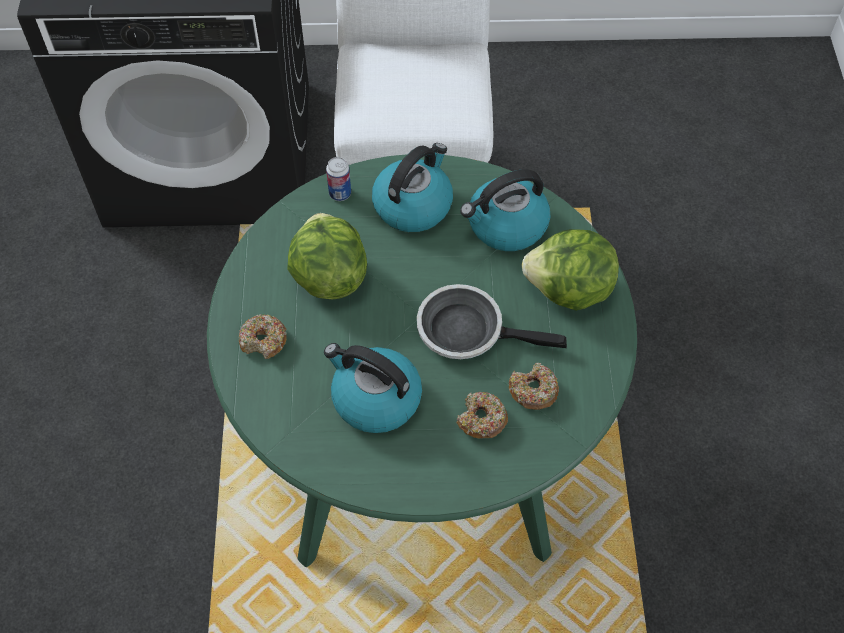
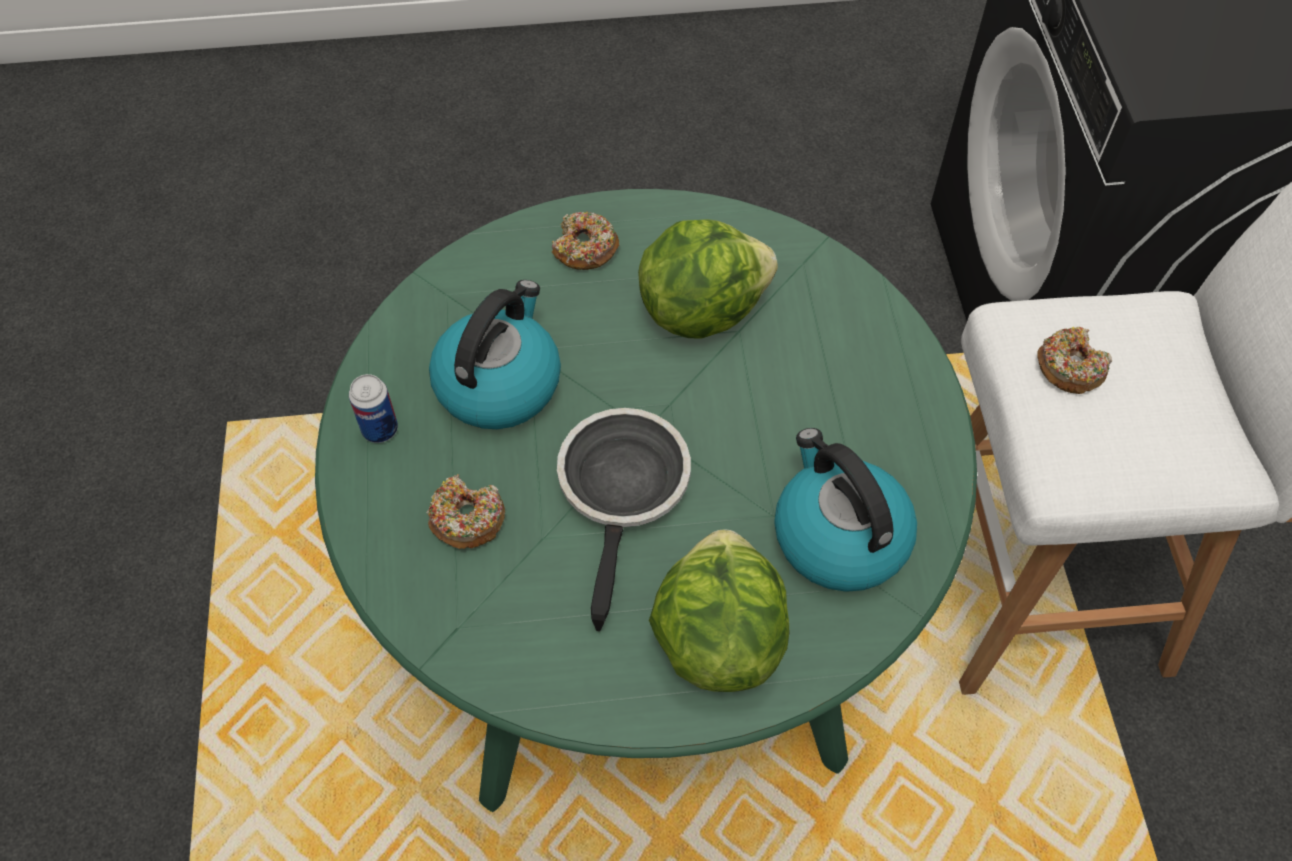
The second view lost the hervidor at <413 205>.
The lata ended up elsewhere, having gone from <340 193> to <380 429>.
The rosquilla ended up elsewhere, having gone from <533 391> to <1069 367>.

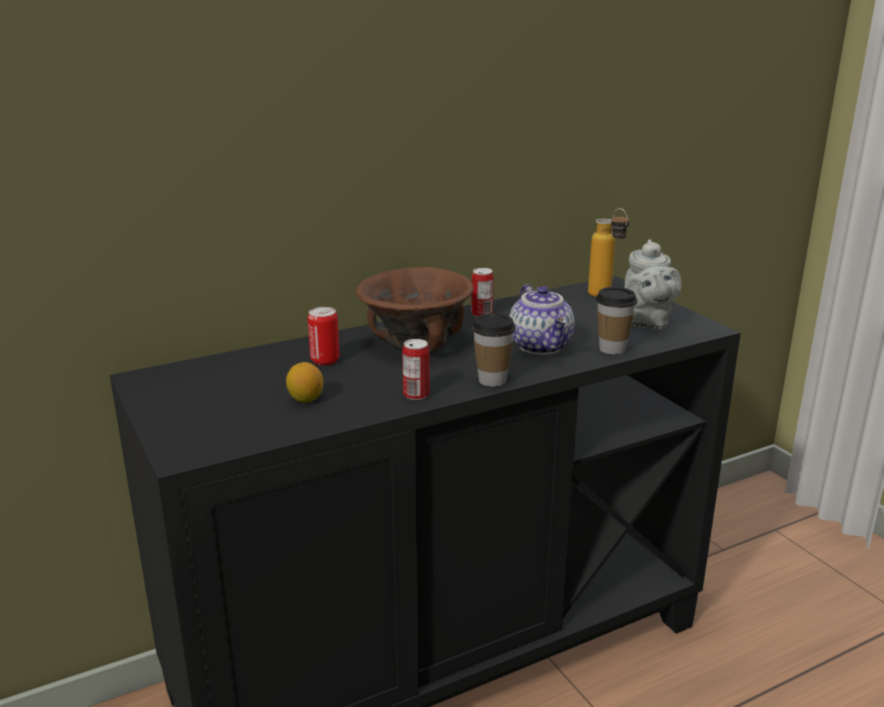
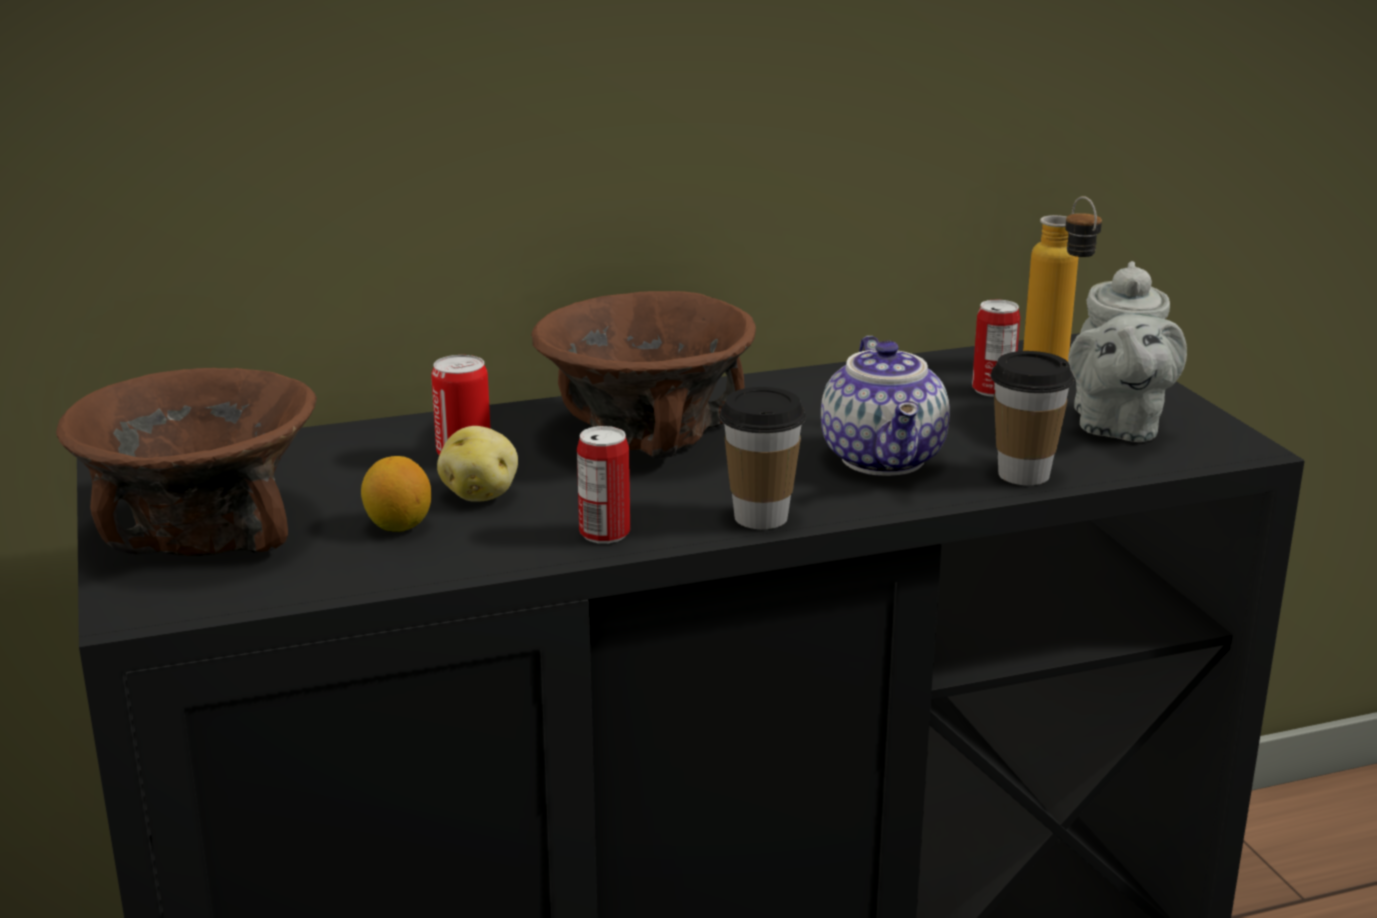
The lata ended up elsewhere, having gone from <482 314> to <993 390>.
The second view gained the cuenco [marrón] at <206 532>.
The second view gained the patata at <480 494>.

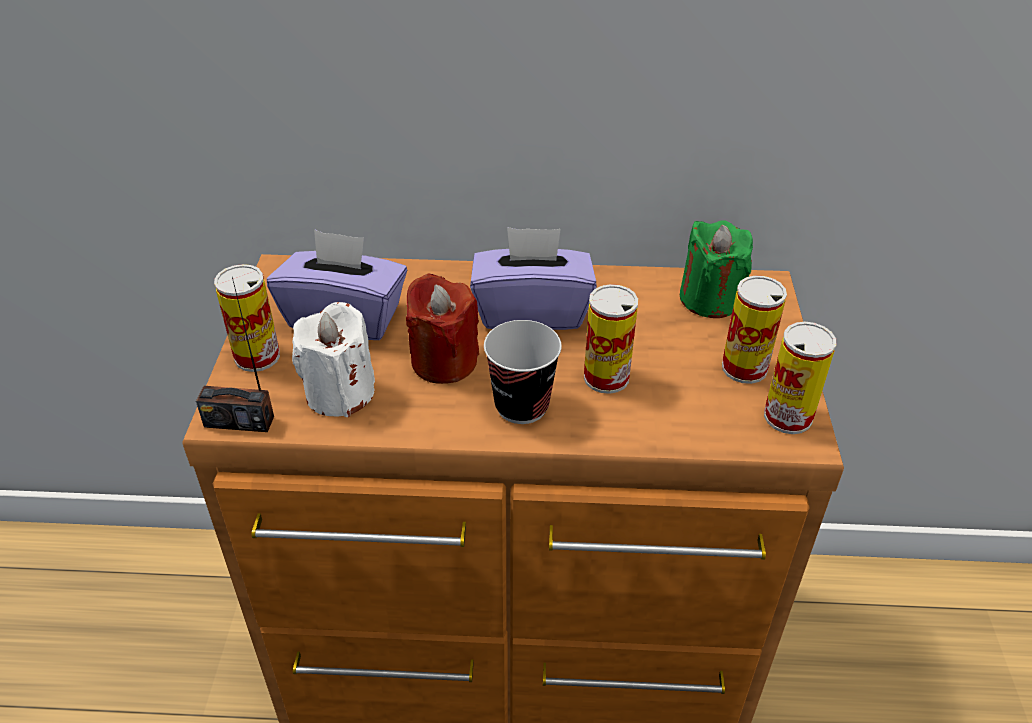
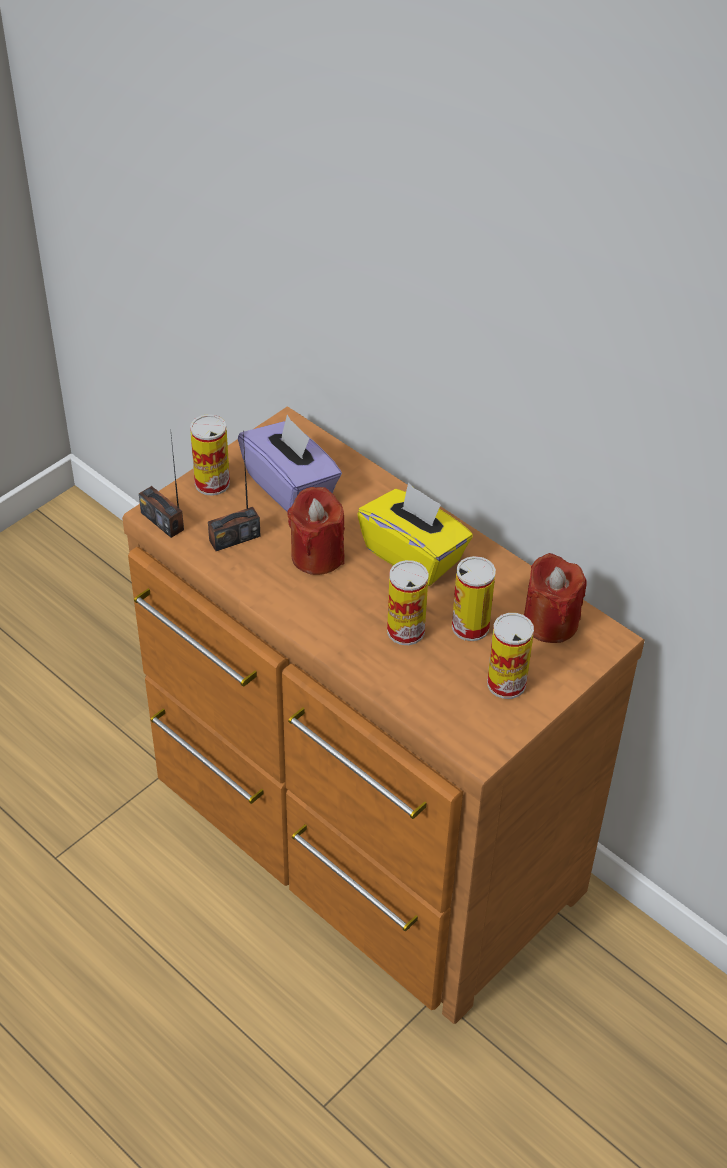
What was the vela [verde] at <710 299> turned into the vela [rojo] at <550 622>.
What was the caja de pañuelos [morado] at <531 311> turned into the caja de pañuelos [amarillo] at <414 555>.
Where the vela [blanco] stood at <340 393>, the radio came to stand at <234 538>.
The second view lost the taza at <521 406>.
The lata ended up elsewhere, having gone from <788 416> to <470 627>.

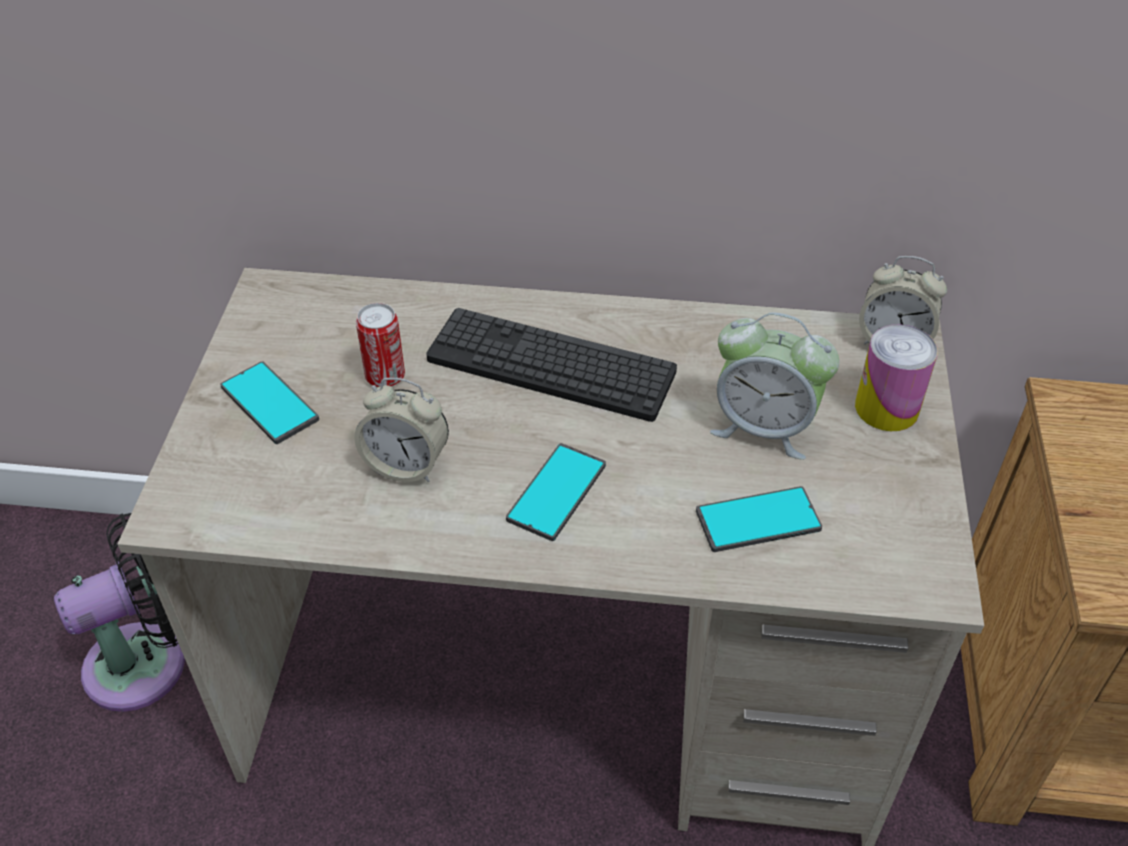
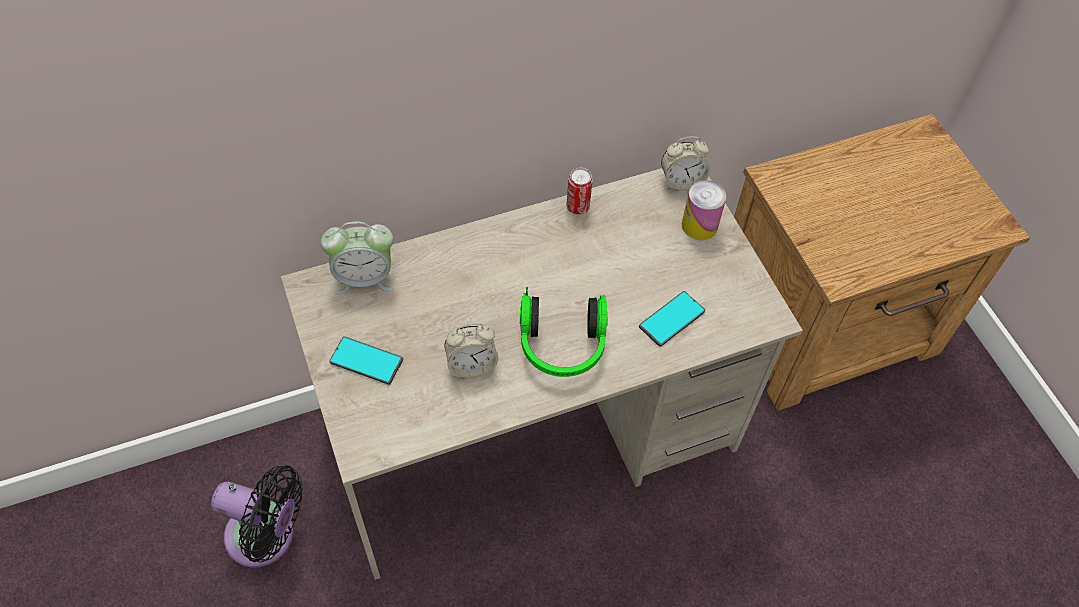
The lata ended up elsewhere, having gone from <385 376> to <577 207>.
The second view lost the teclado at <551 365>.
The despertador ended up elsewhere, having gone from <763 427> to <364 278>.
Where the móvil stood at <556 492>, the auriculares came to stand at <562 347>.
The ventilador [negro] at <146 662> ended up facing another way, 75 degrees clockwise from before.

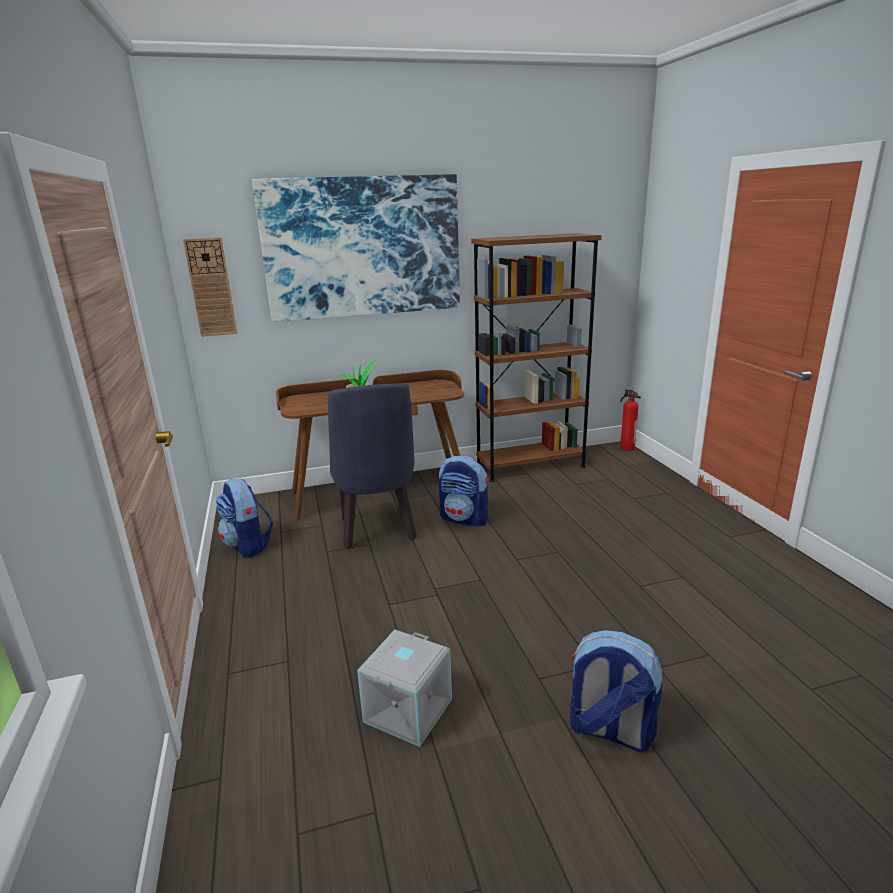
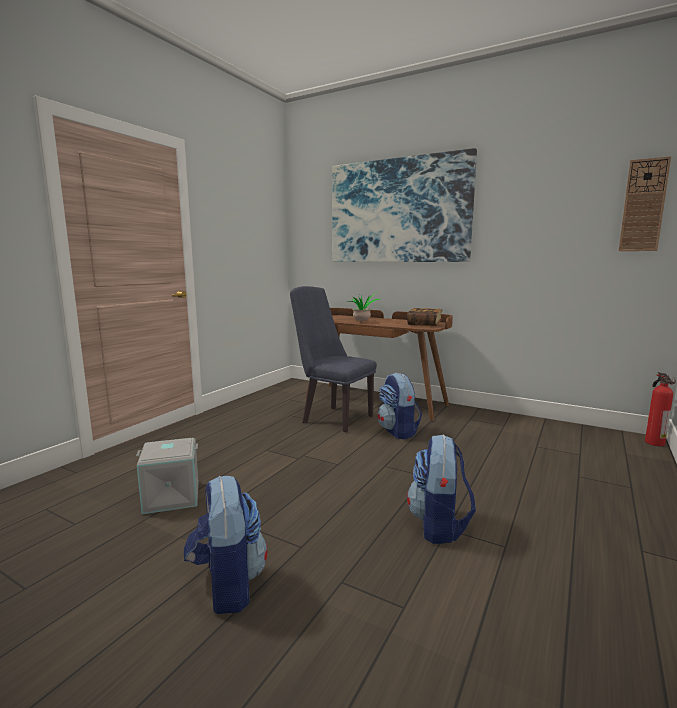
The second view lost the estantería [marrón] at <530 466>.
The reloj de pared ended up elsewhere, having gone from <211 287> to <643 205>.
The silla [azul] at <378 532> ended up facing another way, 90 degrees clockwise from before.
The mochila ended up elsewhere, having gone from <248 545> to <439 525>.
The second view gained the libro at <424 324>.

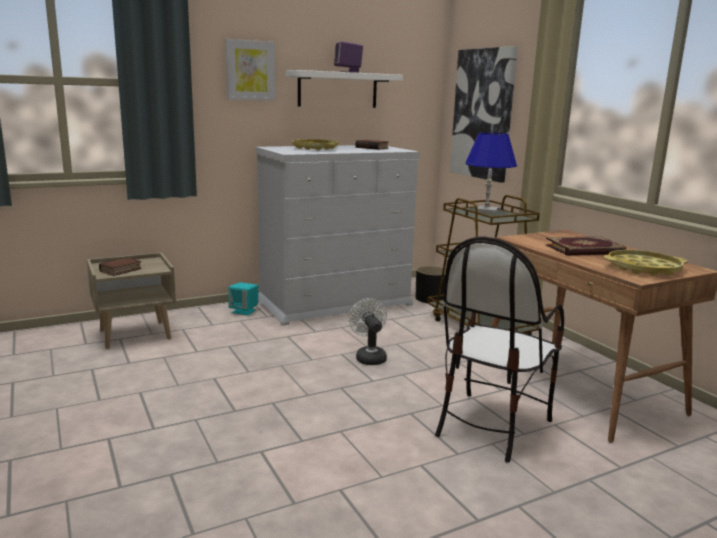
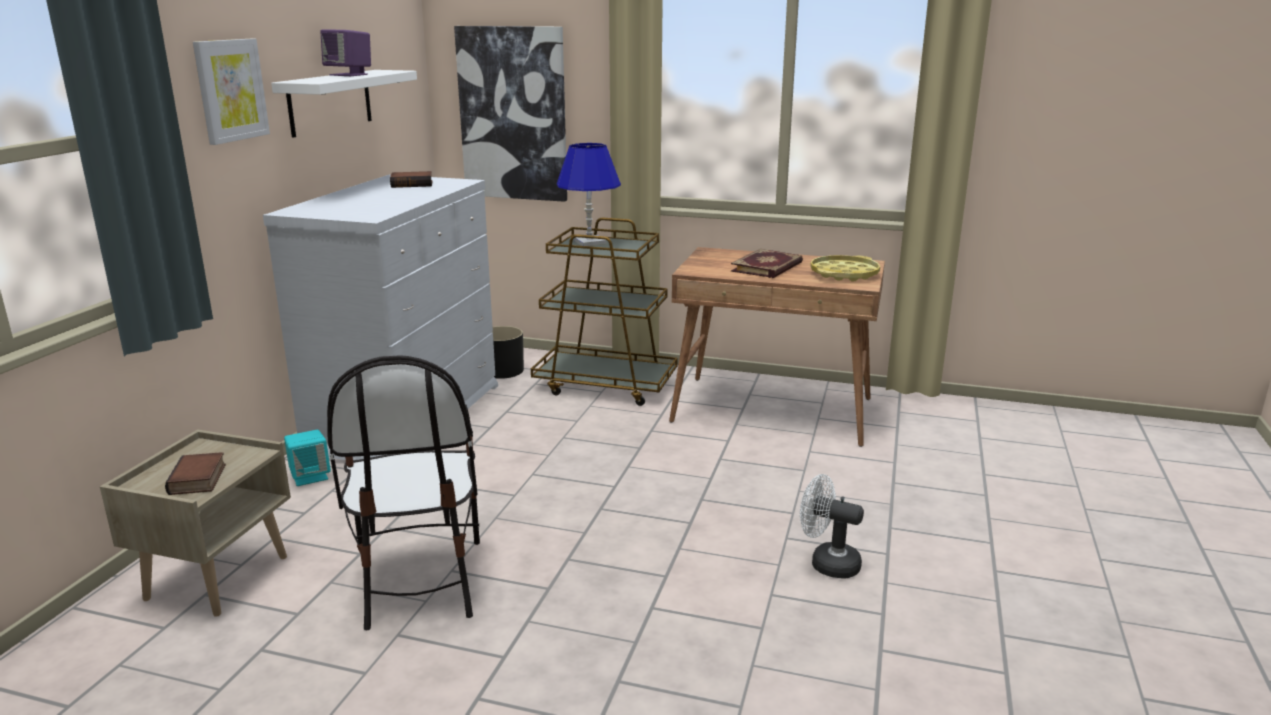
The second view lost the bandeja [amarillo] at <315 148>.
The silla ended up elsewhere, having gone from <490 425> to <418 582>.
The ventilador [blanco] ended up elsewhere, having gone from <369 357> to <827 563>.

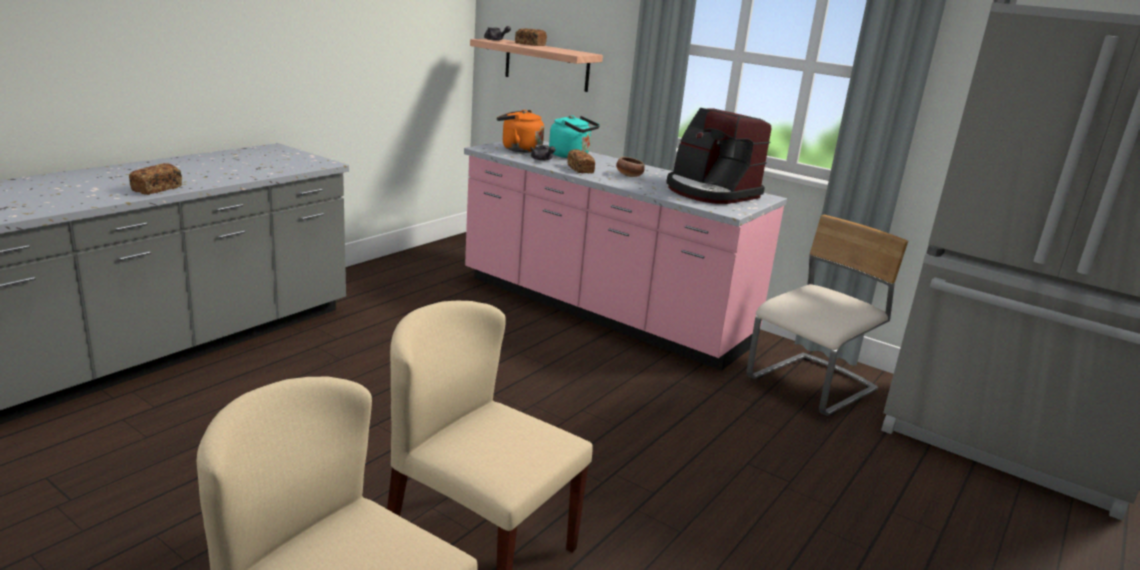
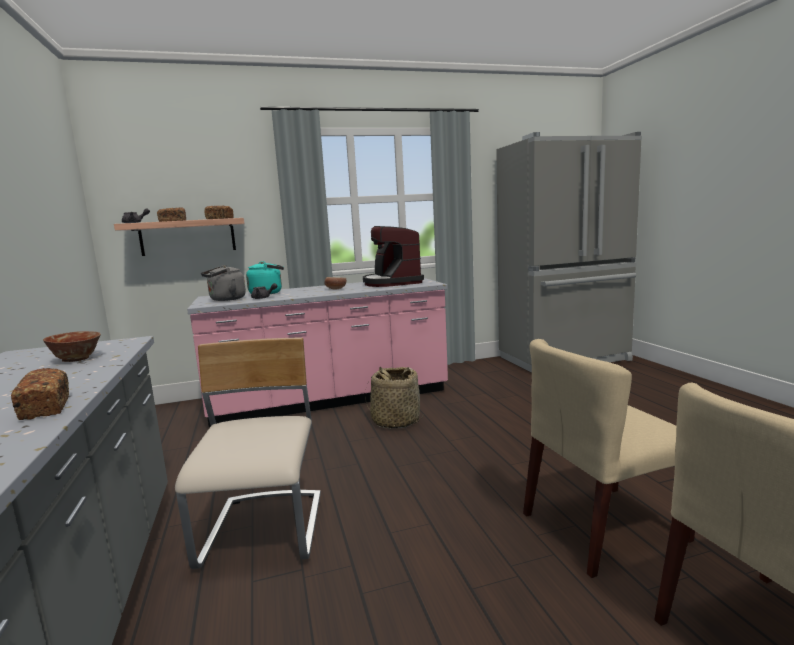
The cafetera at <710 192> ended up facing another way, 75 degrees clockwise from before.
What was the hervidor [naranja] at <519 149> turned into the hervidor [gris] at <225 299>.
The pan ended up elsewhere, having gone from <580 169> to <219 218>.
The silla [beis] ended up elsewhere, having gone from <812 386> to <265 531>.
The second view gained the cuenco at <76 359>.
The second view gained the cesta at <395 421>.

